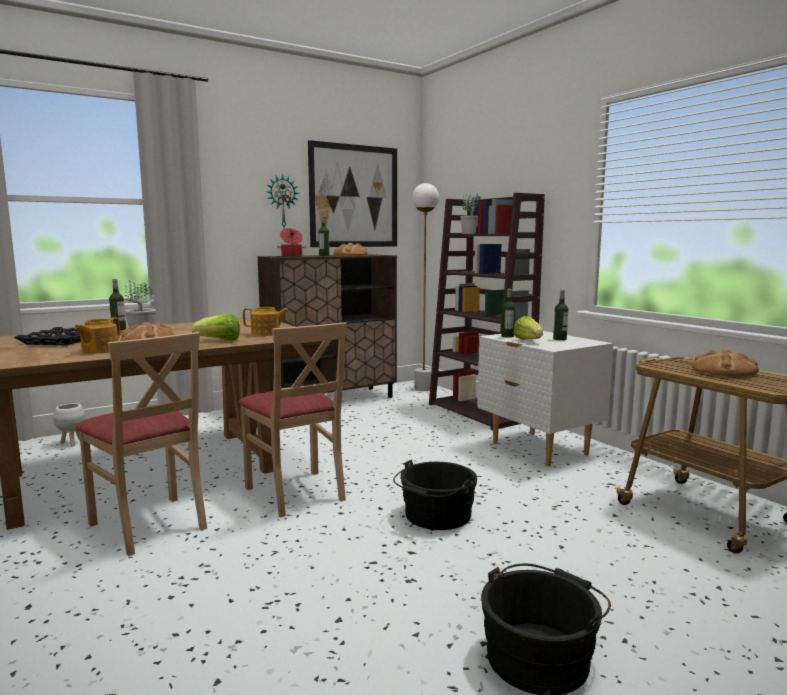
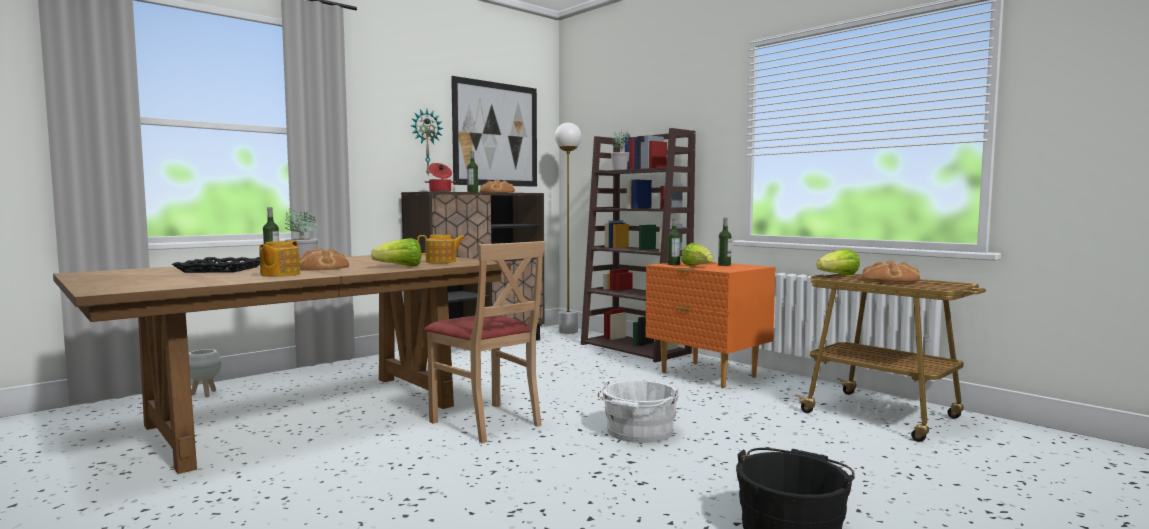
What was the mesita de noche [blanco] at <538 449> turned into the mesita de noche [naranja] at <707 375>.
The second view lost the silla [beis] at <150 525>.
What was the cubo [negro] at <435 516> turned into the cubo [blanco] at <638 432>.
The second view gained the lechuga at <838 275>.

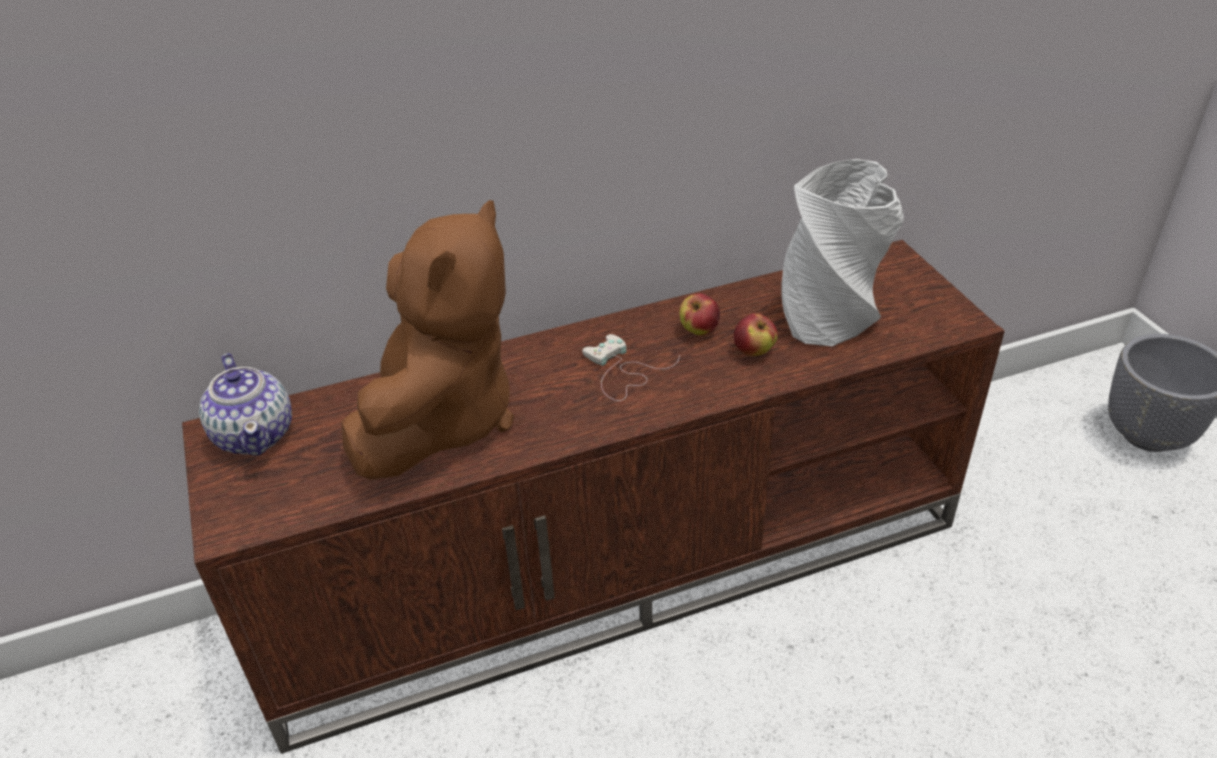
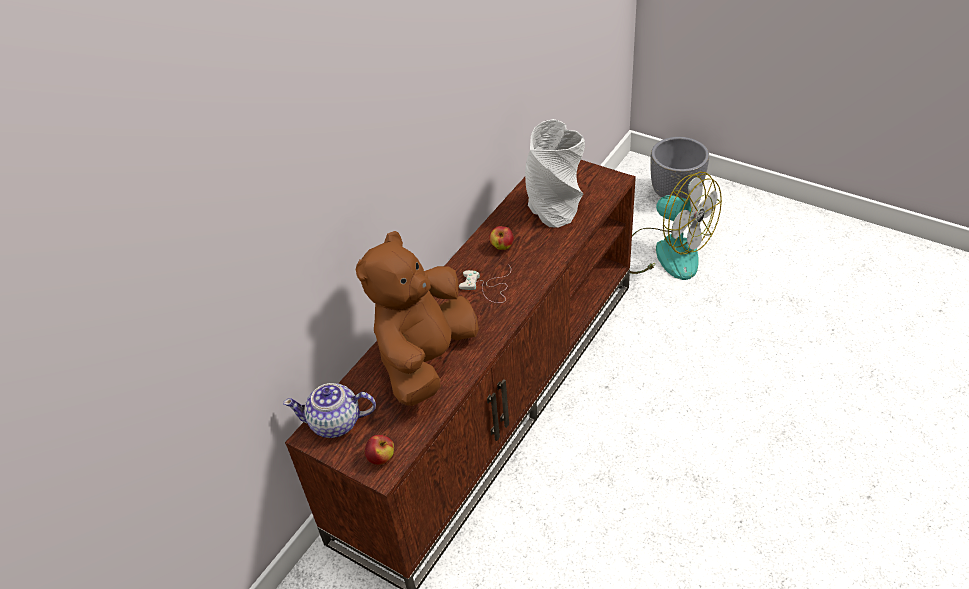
The peluche [marrón] at <441 419> ended up facing another way, 135 degrees counterclockwise from before.
The manzana ended up elsewhere, having gone from <754 351> to <381 458>.
The tetera at <255 434> ended up facing another way, 150 degrees clockwise from before.
The second view gained the ventilador at <666 252>.

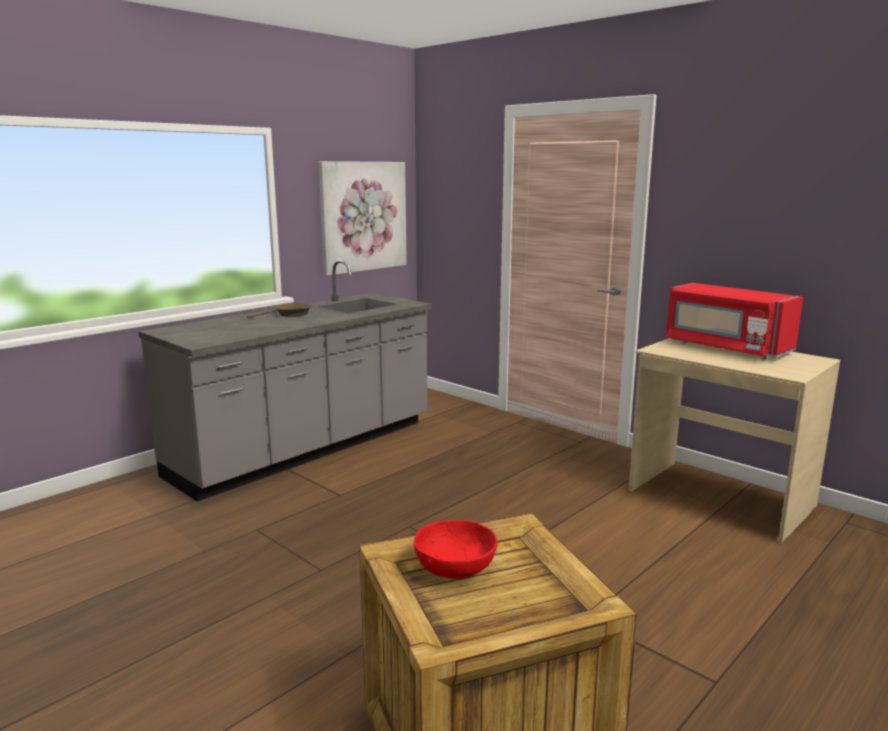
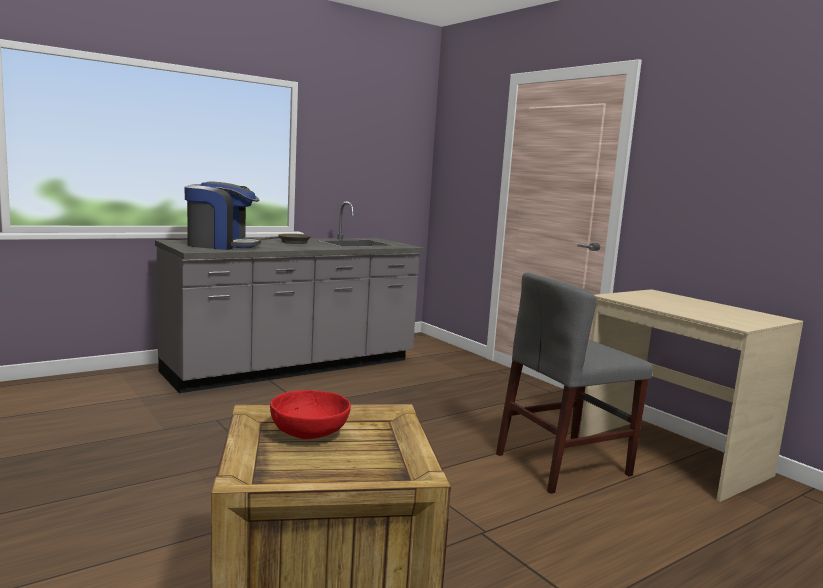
The second view lost the cuadro at <363 216>.
The second view lost the microondas [rojo] at <725 348>.
The second view gained the cafetera at <221 245>.
The second view gained the silla [gris] at <563 464>.

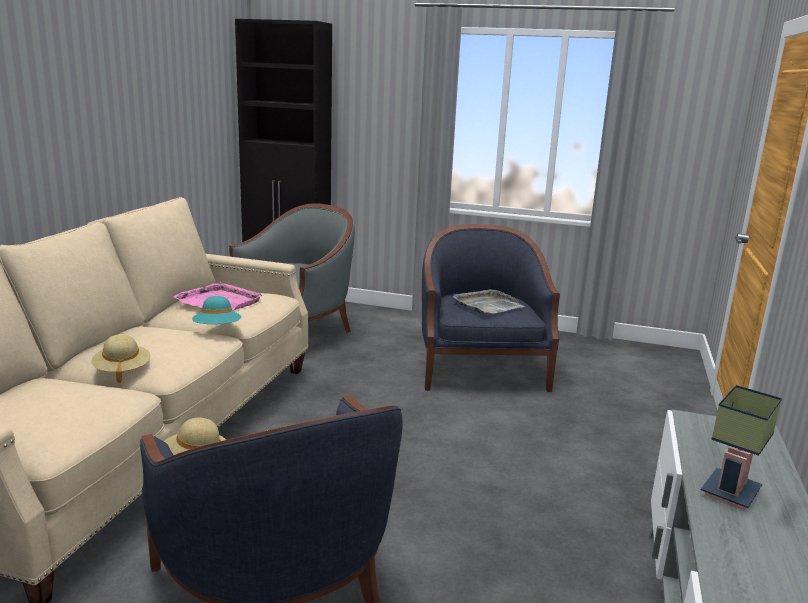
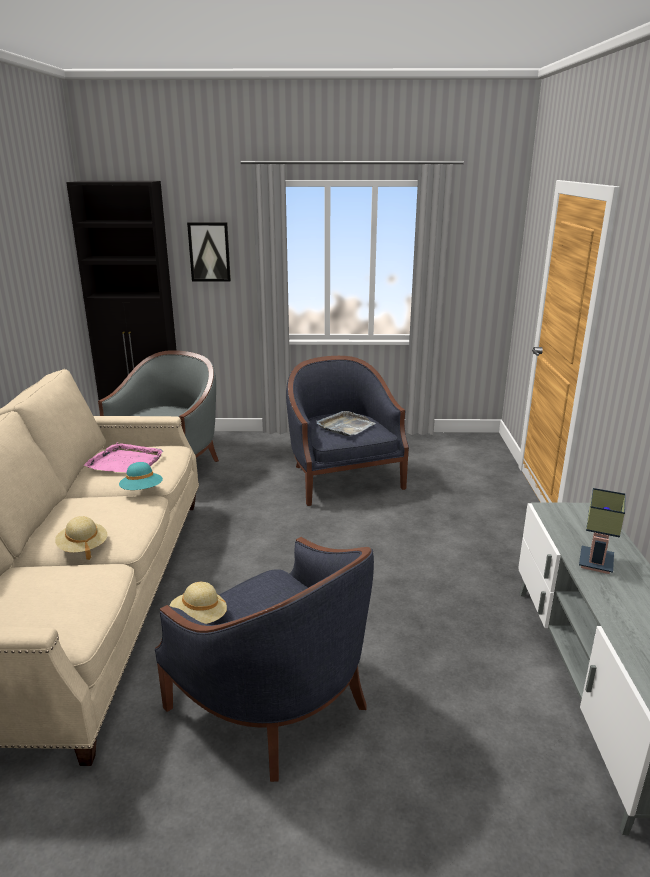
The second view gained the cuadro at <209 252>.

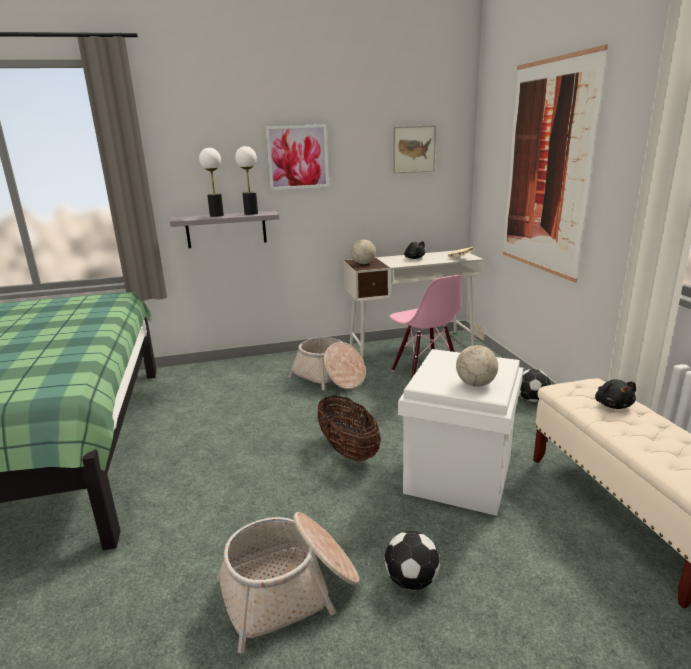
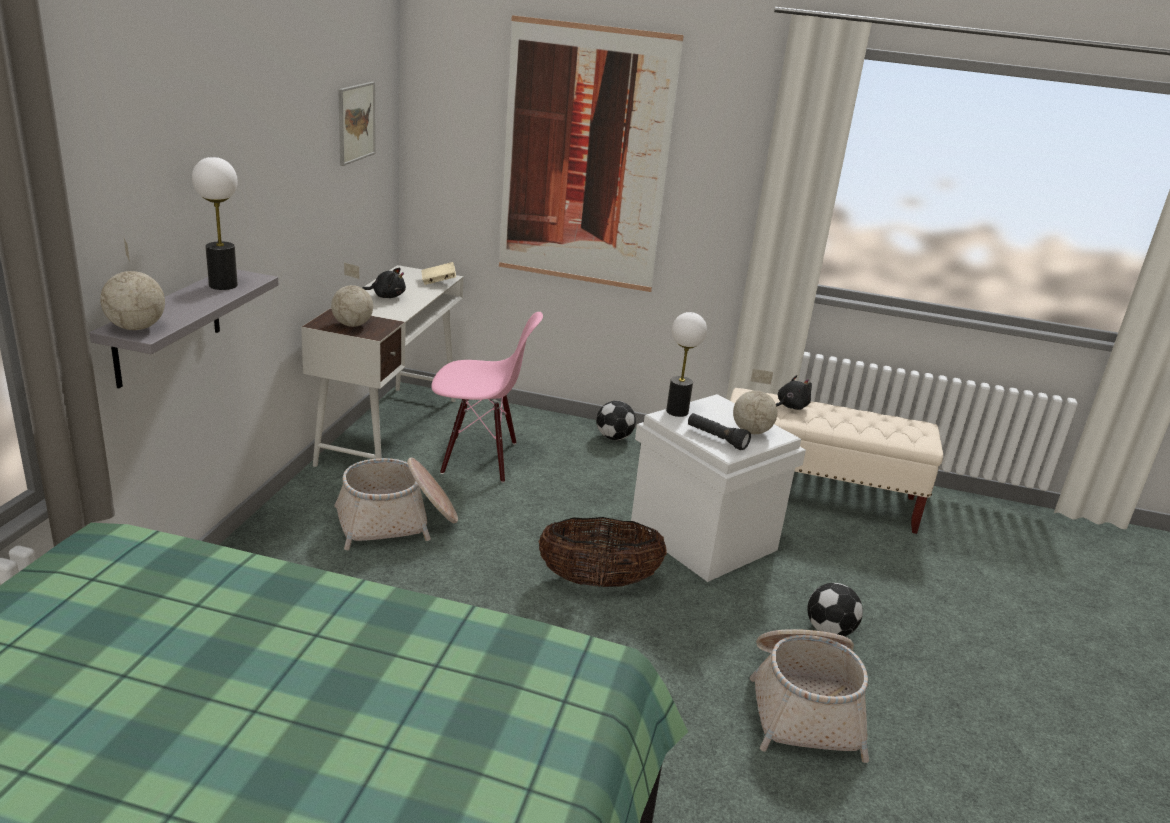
The second view lost the cuadro at <297 157>.
The lámpara de mesa ended up elsewhere, having gone from <216 215> to <676 411>.
The peluche [negro] at <613 405> ended up facing another way, 60 degrees counterclockwise from before.
The second view gained the globo terráqueo at <137 327>.
The second view gained the linterna [negro] at <716 439>.

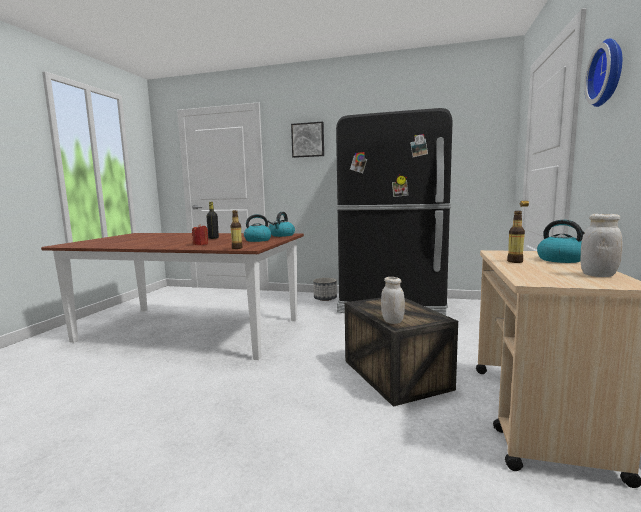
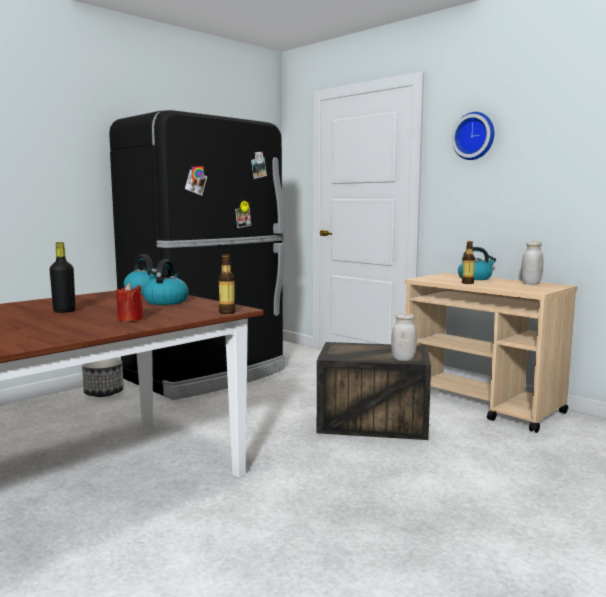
The second view lost the cuadro at <308 140>.

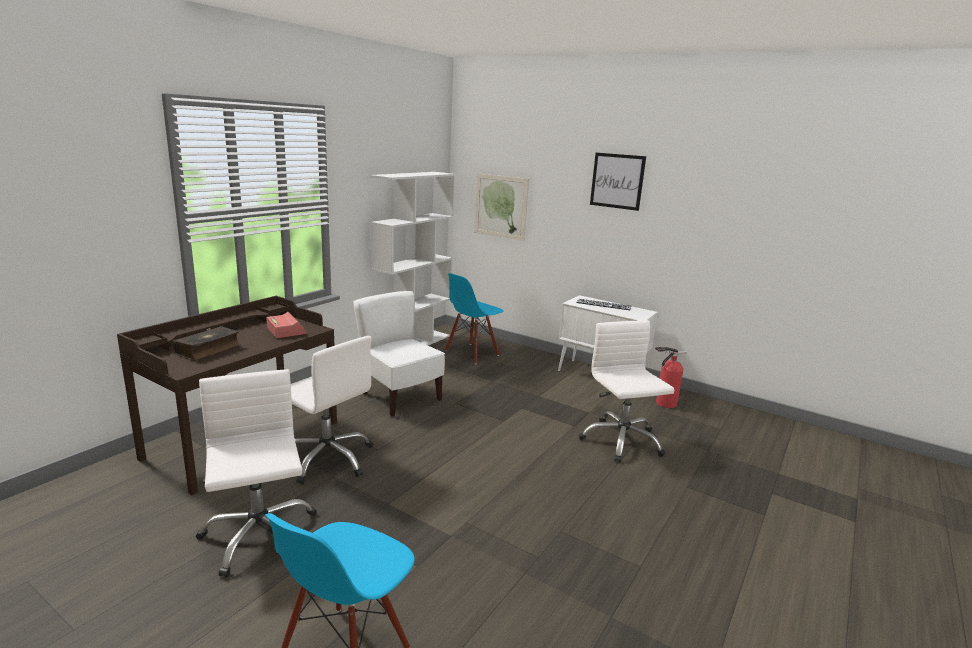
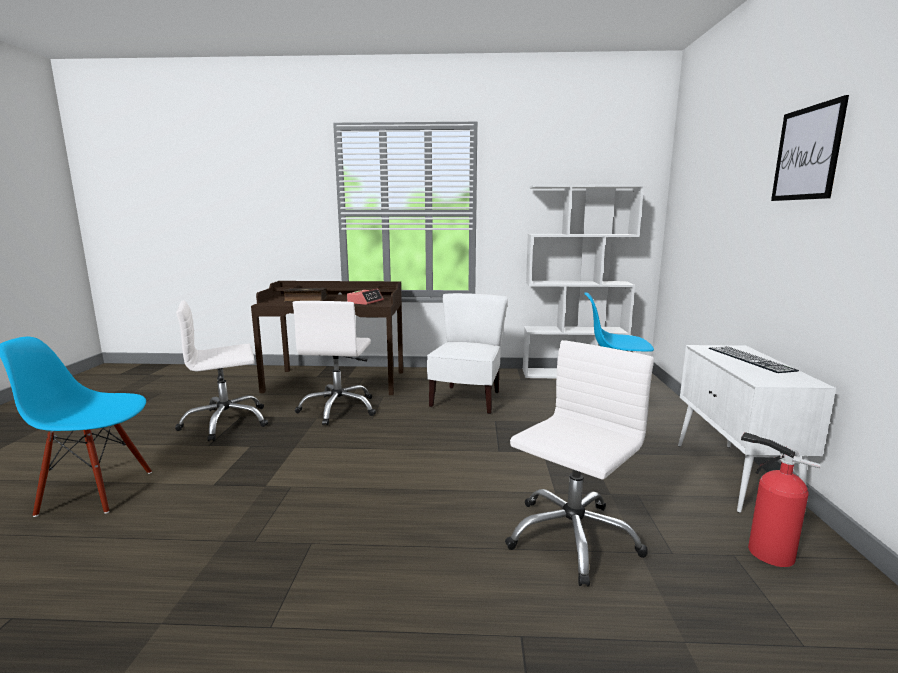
The second view lost the cuadro at <500 206>.
The silla de oficina [blanco] at <259 536> ended up facing another way, 150 degrees counterclockwise from before.

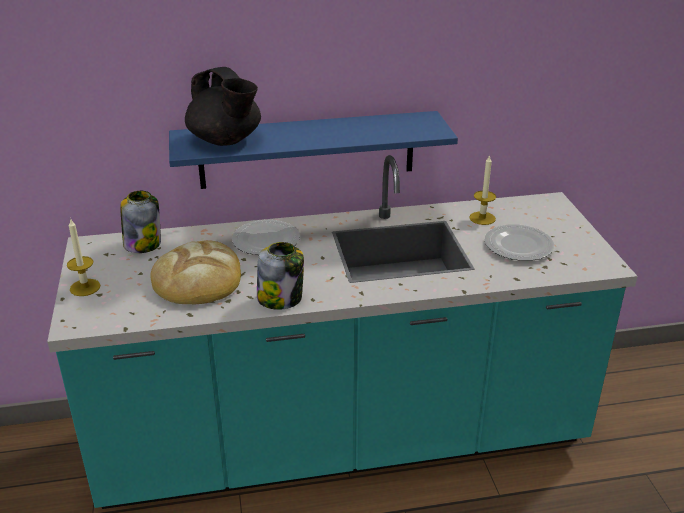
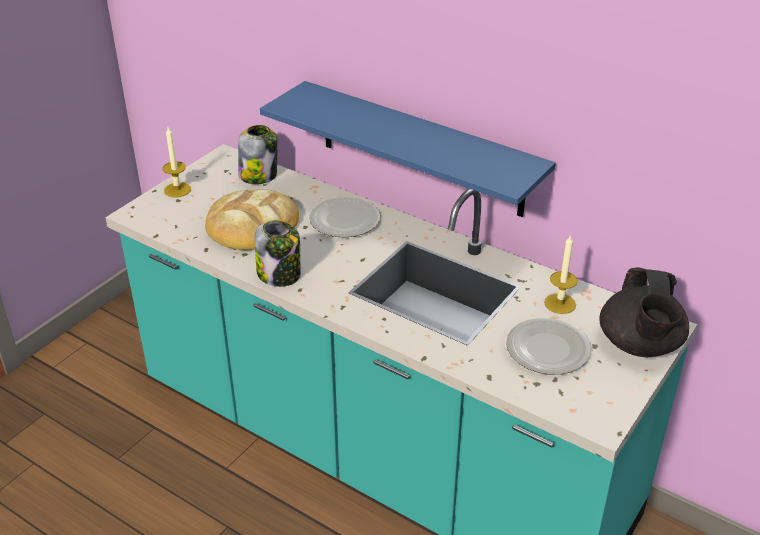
The tetera [negro] ended up elsewhere, having gone from <226 141> to <639 345>.

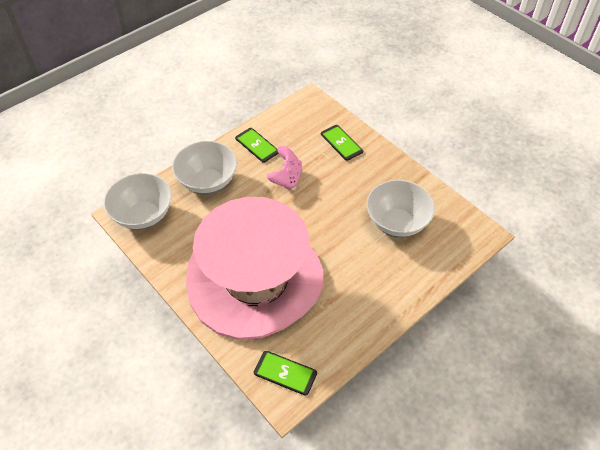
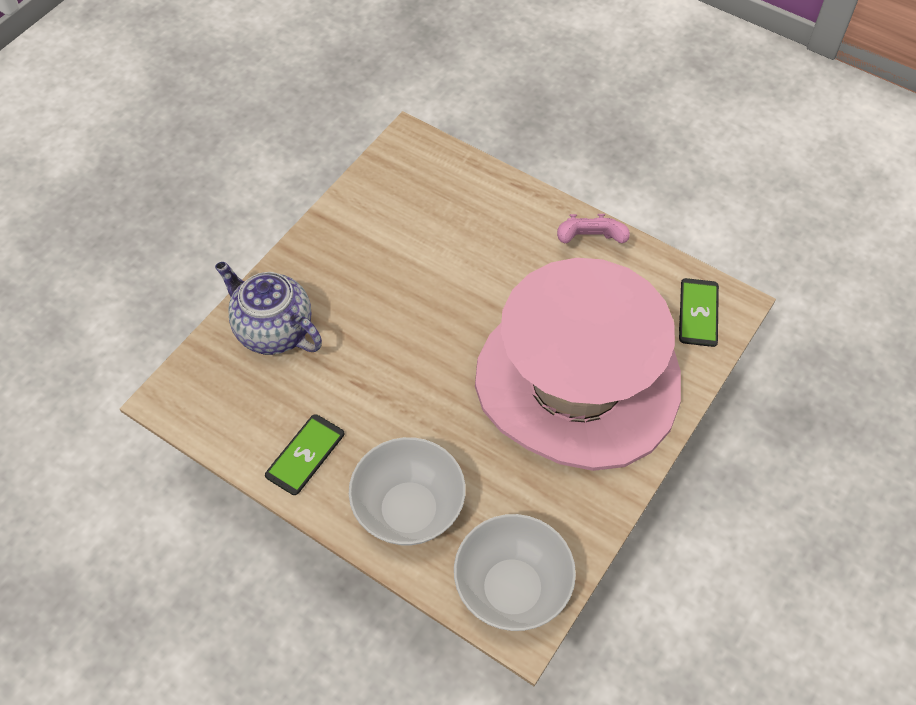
Where the móvil stood at <341 143>, the tetera came to stand at <272 330>.
The mando de consola [rosa] ended up elsewhere, having gone from <286 178> to <589 243>.
The second view lost the cuenco at <397 223>.

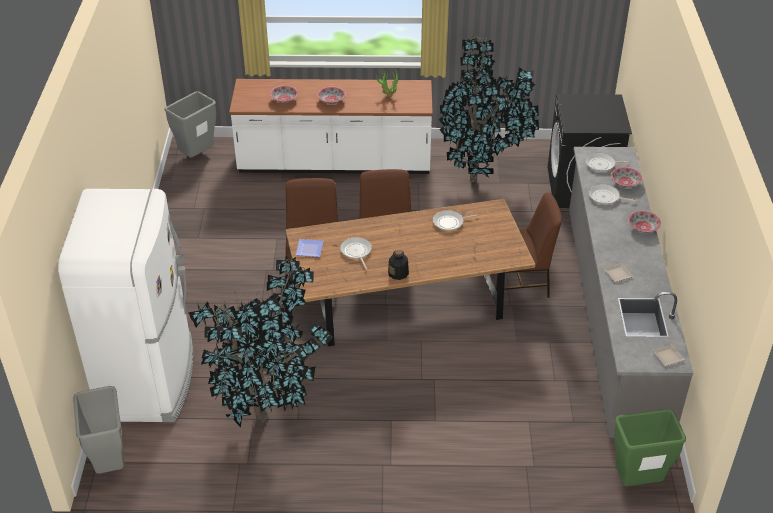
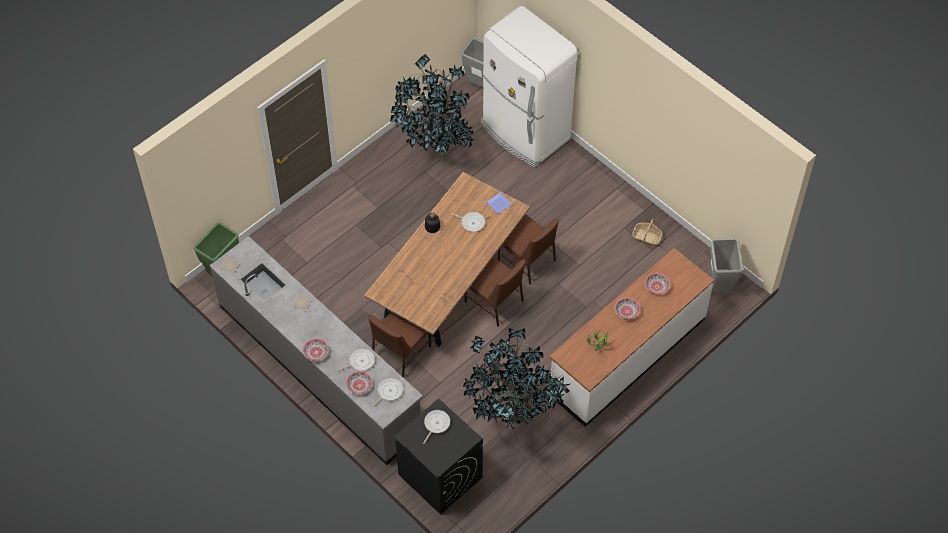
The sartén ended up elsewhere, having gone from <450 222> to <436 424>.
The second view gained the cesta at <646 237>.

